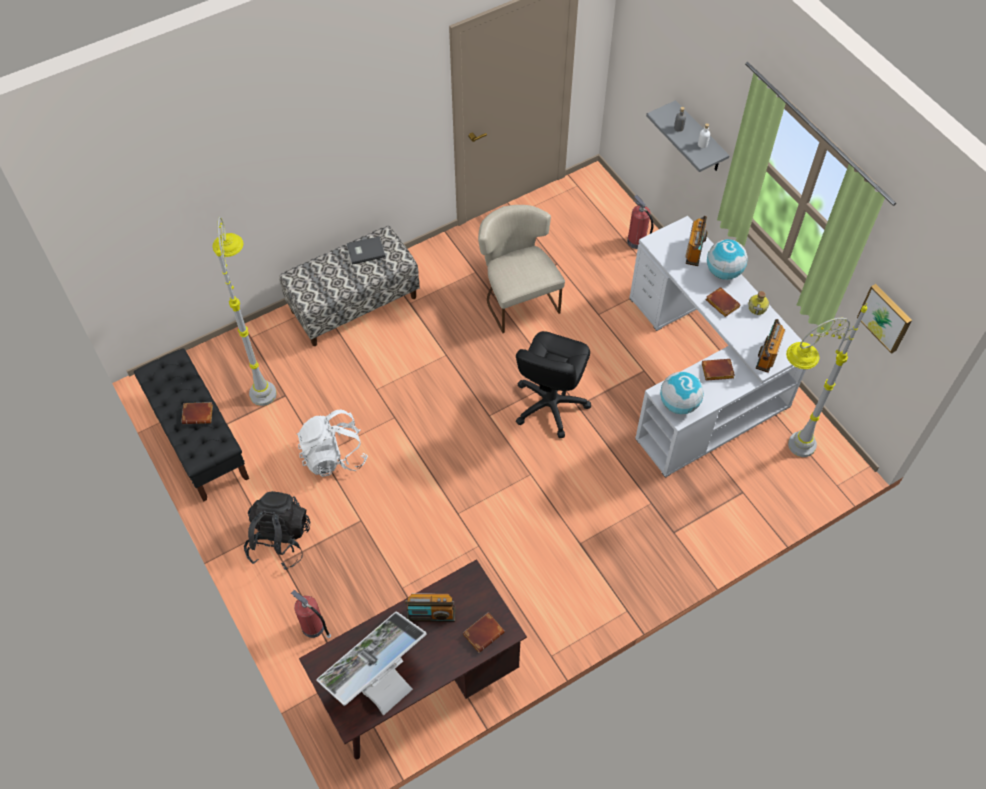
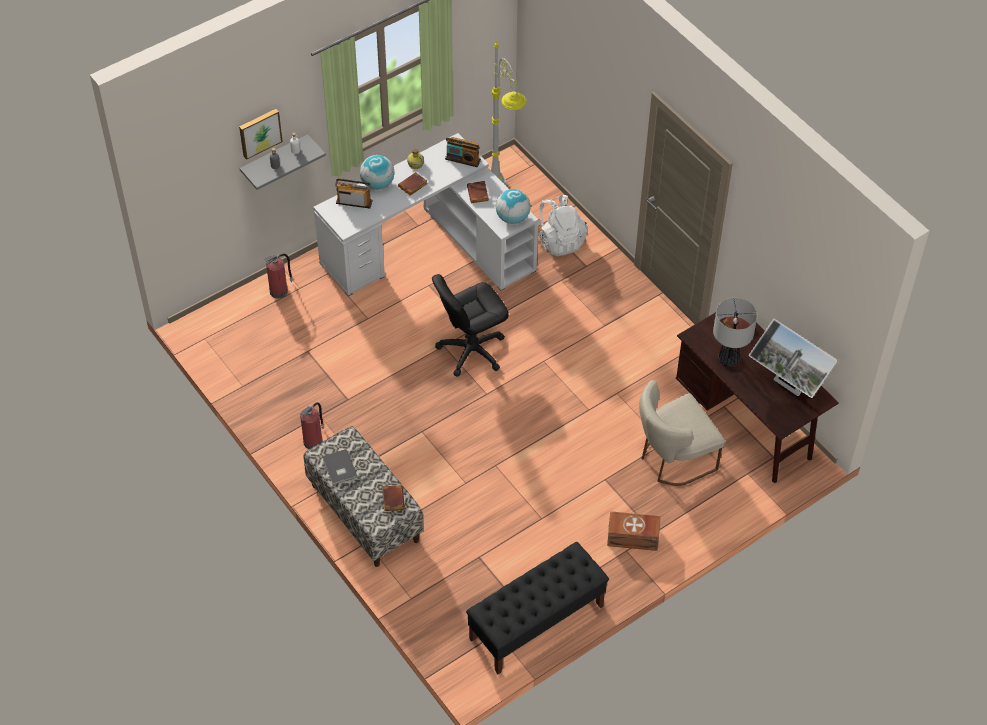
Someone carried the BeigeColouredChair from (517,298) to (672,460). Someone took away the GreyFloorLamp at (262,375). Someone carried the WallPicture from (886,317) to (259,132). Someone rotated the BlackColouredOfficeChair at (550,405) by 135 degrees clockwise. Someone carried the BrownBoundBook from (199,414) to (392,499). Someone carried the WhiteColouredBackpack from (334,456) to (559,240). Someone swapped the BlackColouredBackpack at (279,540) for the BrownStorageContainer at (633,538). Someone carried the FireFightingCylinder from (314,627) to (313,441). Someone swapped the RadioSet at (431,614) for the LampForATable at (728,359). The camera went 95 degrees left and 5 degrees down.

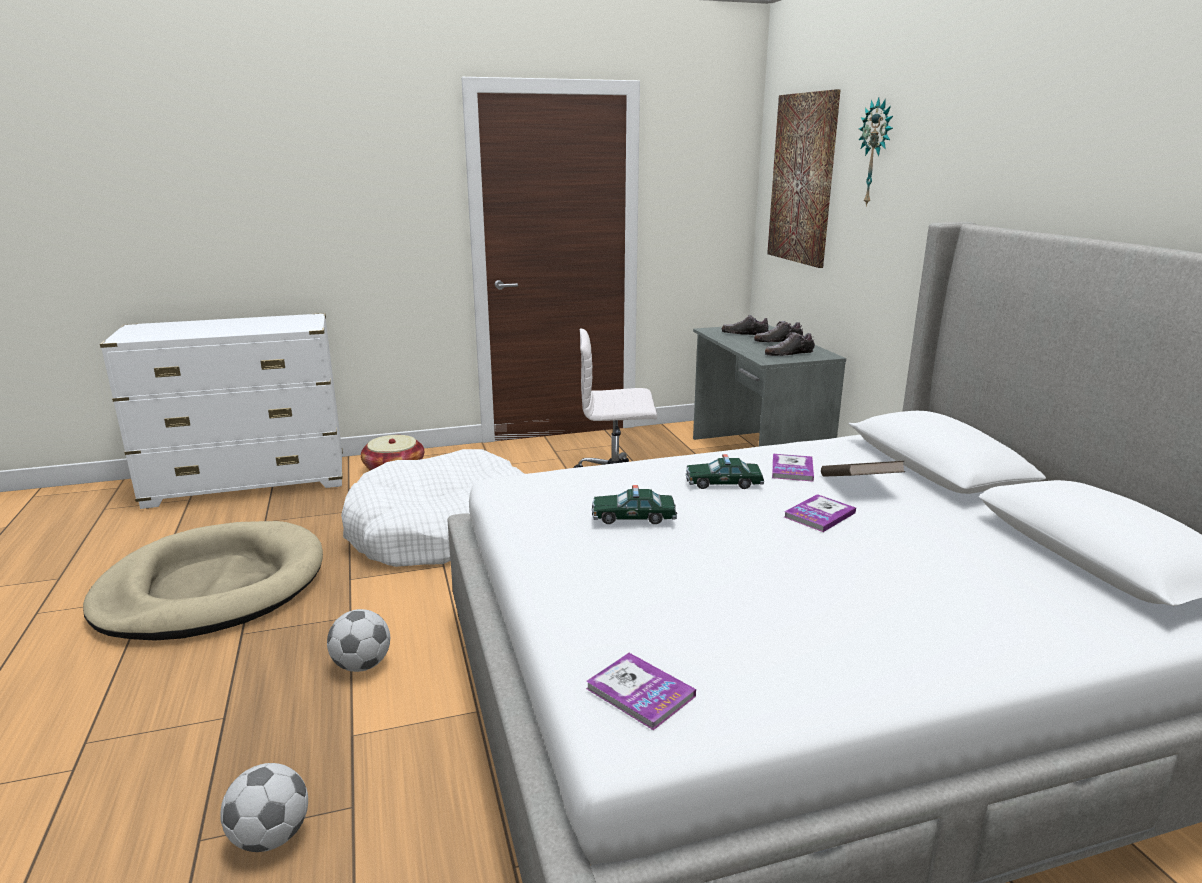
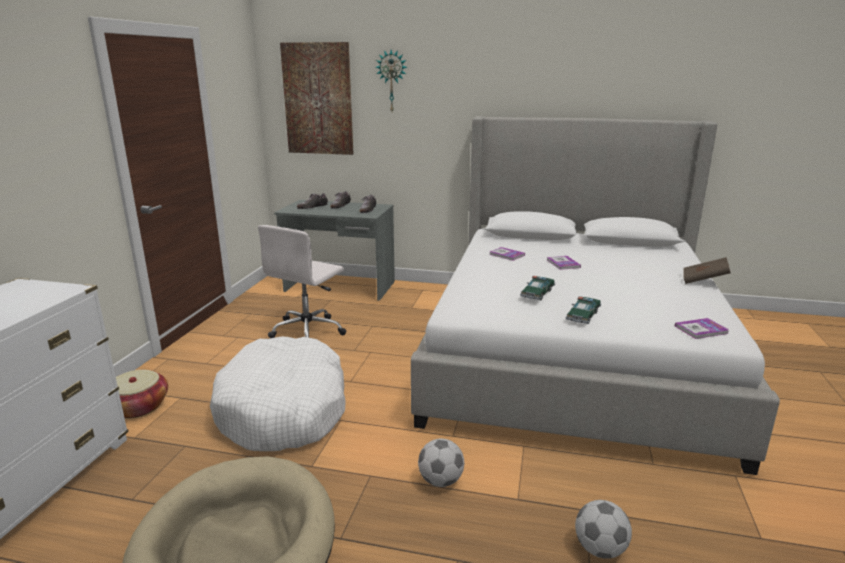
Someone carried the ModelCar from (723,483) to (583,316). Someone carried the BrownBoundBook from (858,486) to (704,281). The camera went 60 degrees left and 0 degrees up.

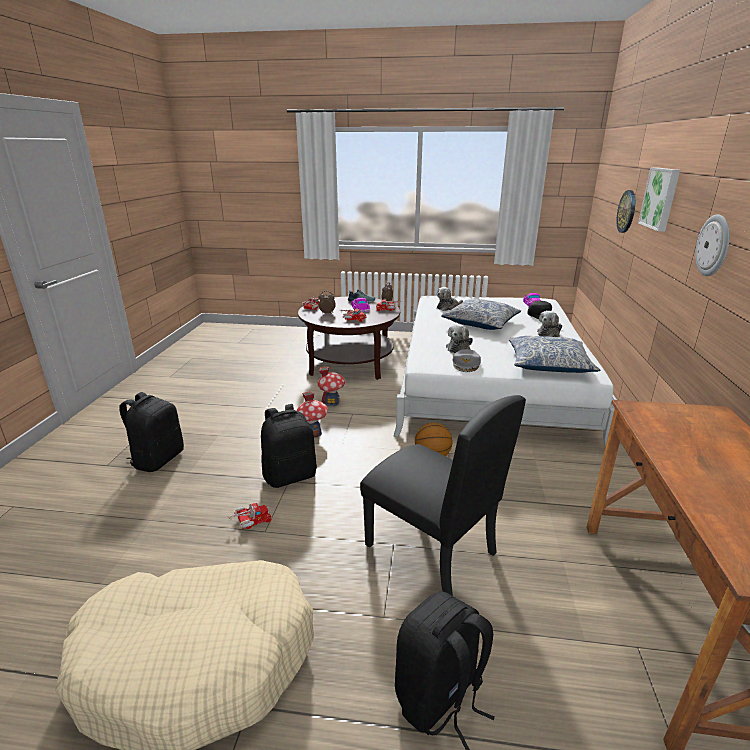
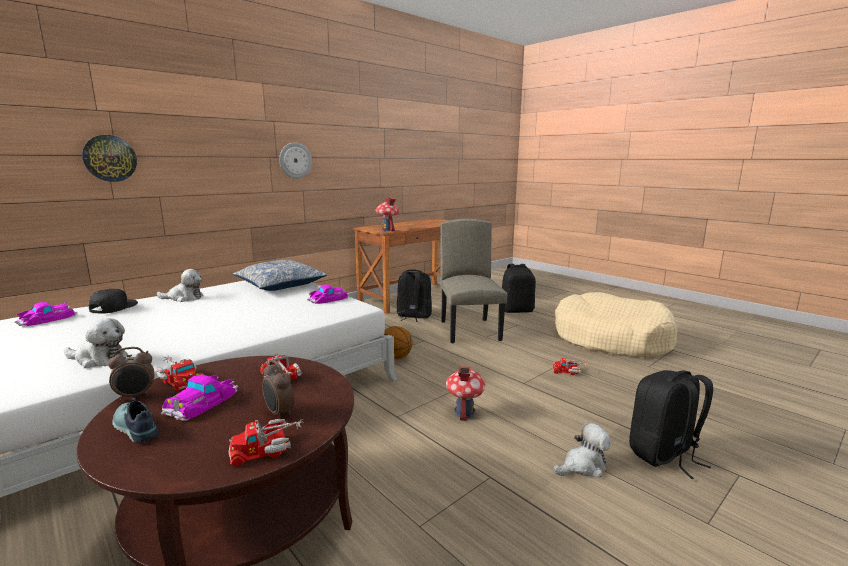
Someone took away the WallPicture at (661,198). Someone took away the ThrowPillow at (481,322). Someone carried the SoftToy from (459,348) to (582,466). Someone swapped the GreyCap at (466,364) for the ModelCar at (328,299). Someone carried the ModelHouse from (332,402) to (387,230). Someone repainted the BlackColouredChair at (429,549), which became the BeigeColouredChair at (470,330). Someone carried the BlackColouredBackpack from (290,475) to (413,316). The camera went 140 degrees left and 10 degrees down.

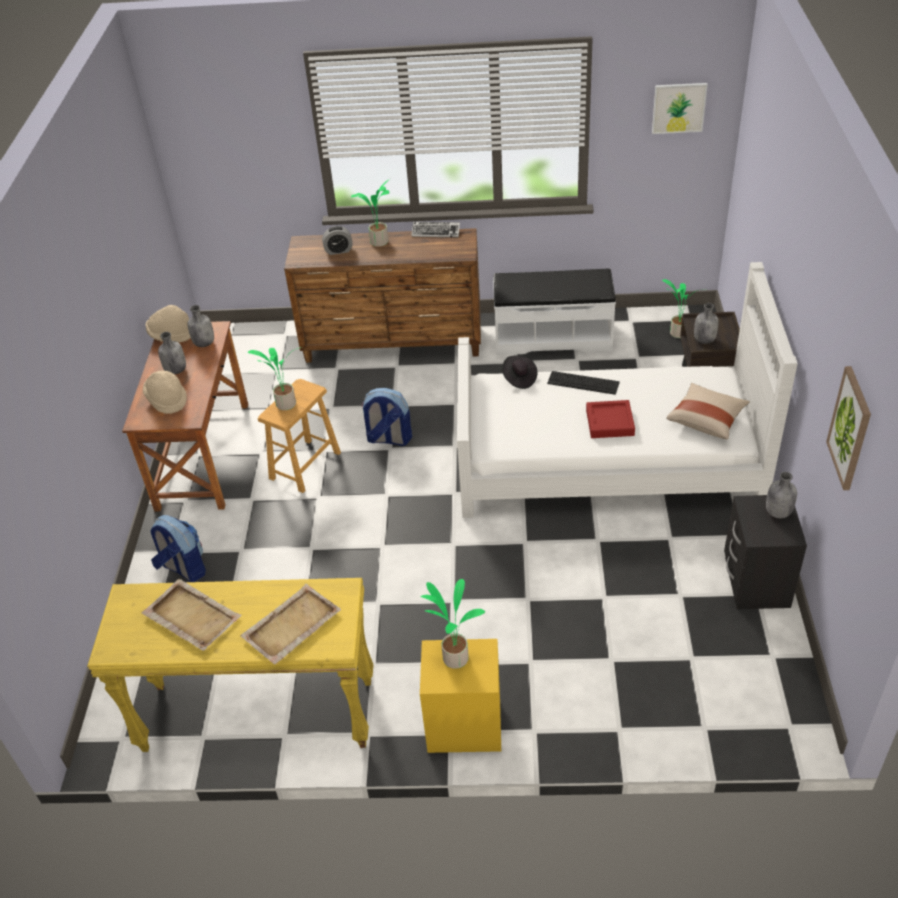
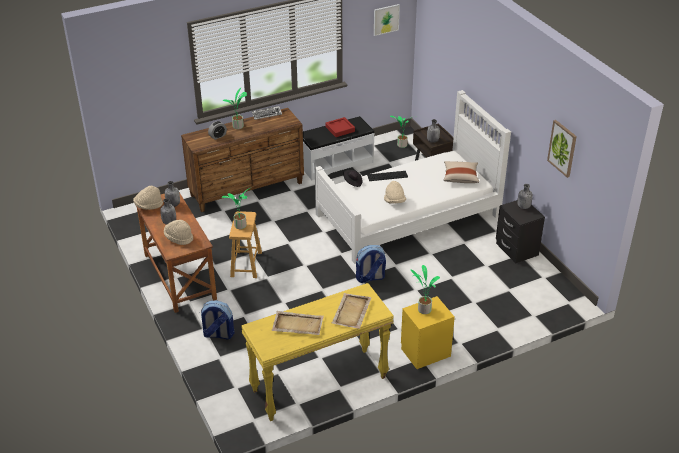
Someone carried the Backpack from (388,439) to (370,278). Someone carried the RedTray from (609,423) to (340,129). Someone put down the BeigeColouredClothingHat at (394,201). The camera went 30 degrees left and 5 degrees down.

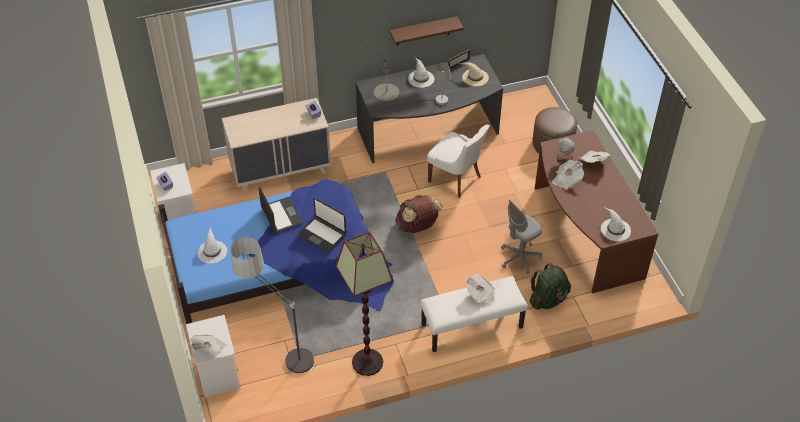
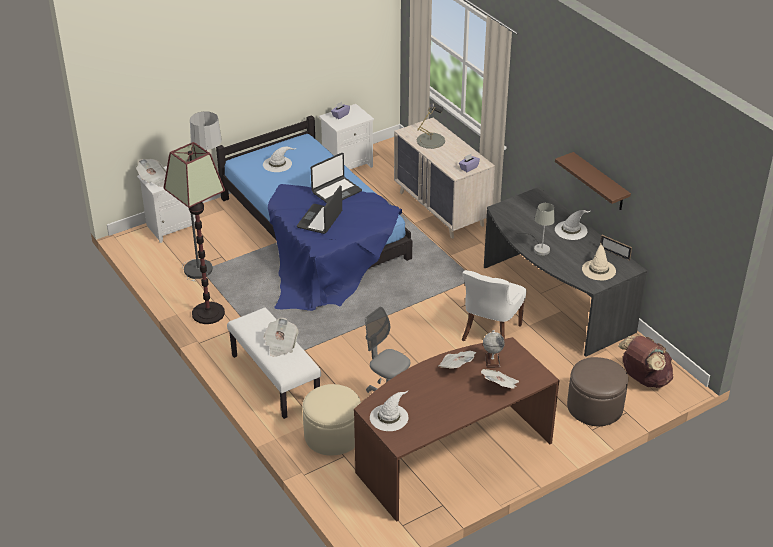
Someone carried the GreyLampForATable from (386,92) to (430,140). Someone carried the BrownBackpack from (417,226) to (643,379). Someone swapped the GreenColouredBackpack at (548,299) for the BeigeColouredPouffe at (332,435). The camera went 75 degrees right and 10 degrees down.

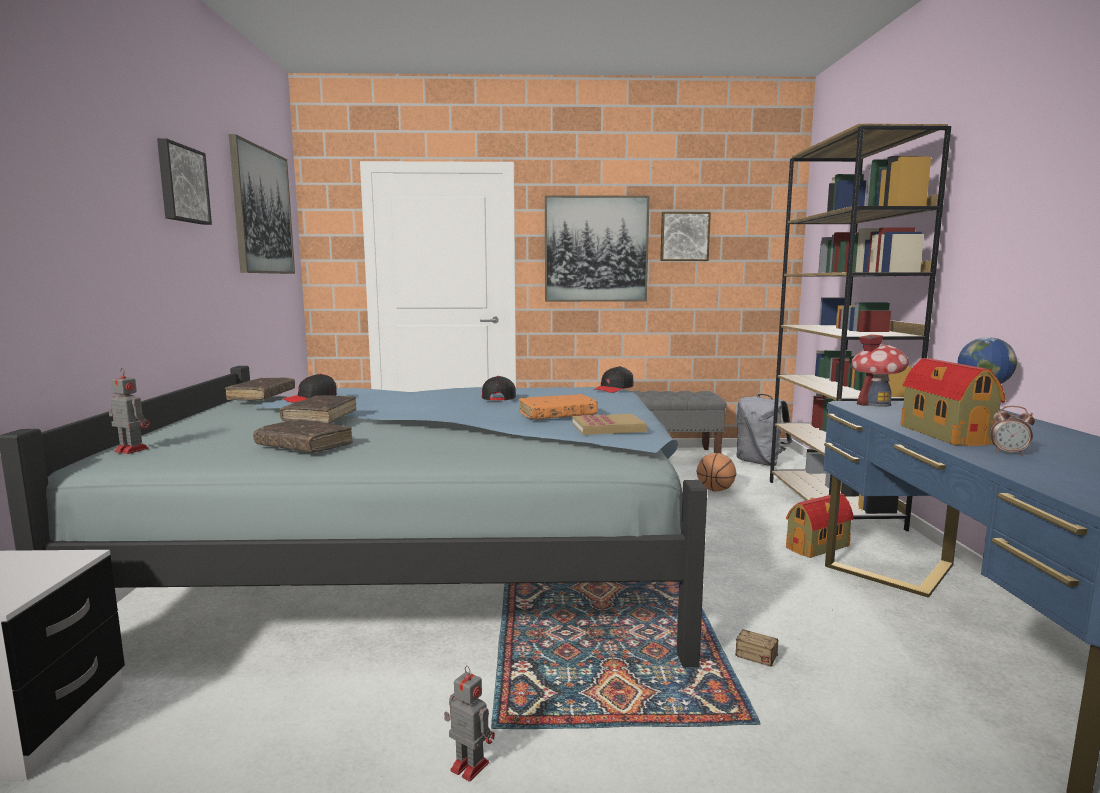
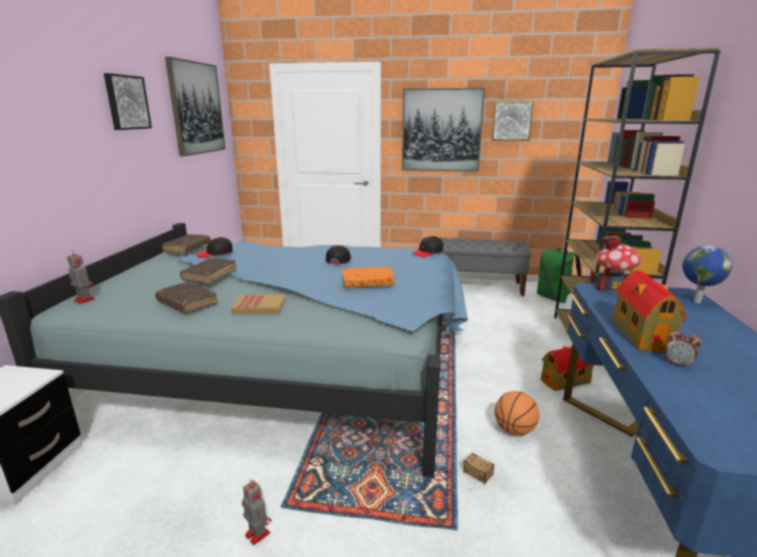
Someone repainted the GreyBackpack at (760,462), which became the GreenColouredBackpack at (554,298). Someone carried the BoundBook from (608,428) to (259,306). Someone carried the Basketball from (715,490) to (514,430). The camera went 10 degrees right and 10 degrees up.

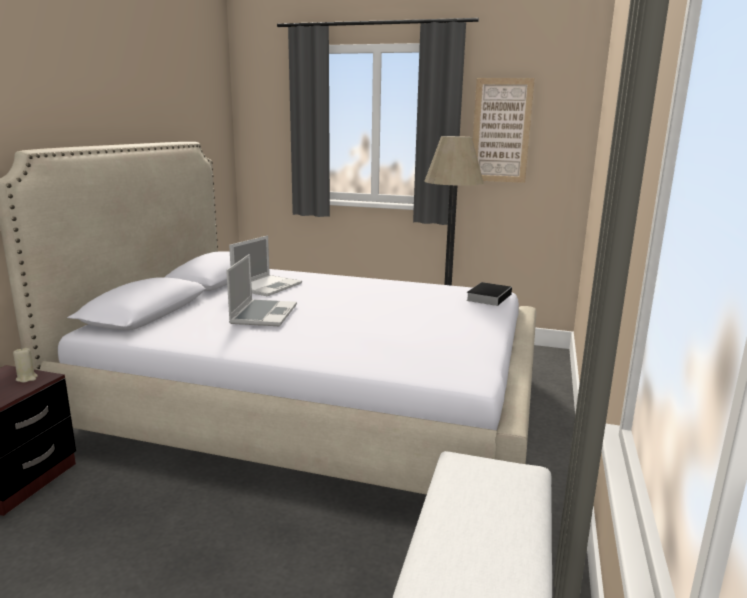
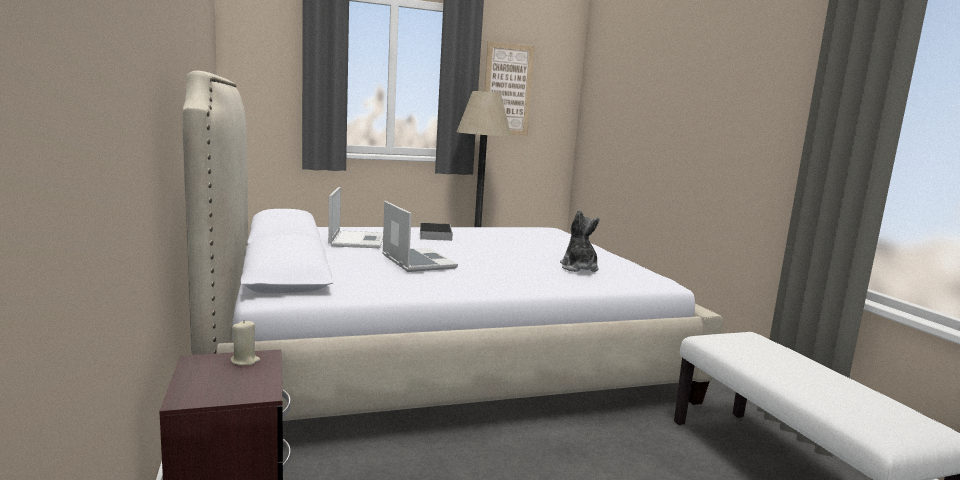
Someone carried the BoundBook from (489,297) to (435,235). Someone put down the SoftToy at (579,268). The camera went 35 degrees left and 5 degrees down.

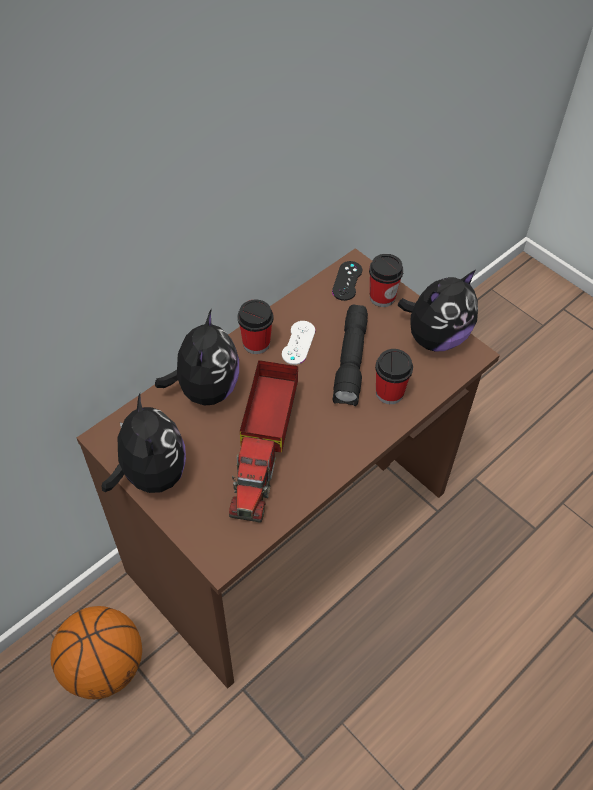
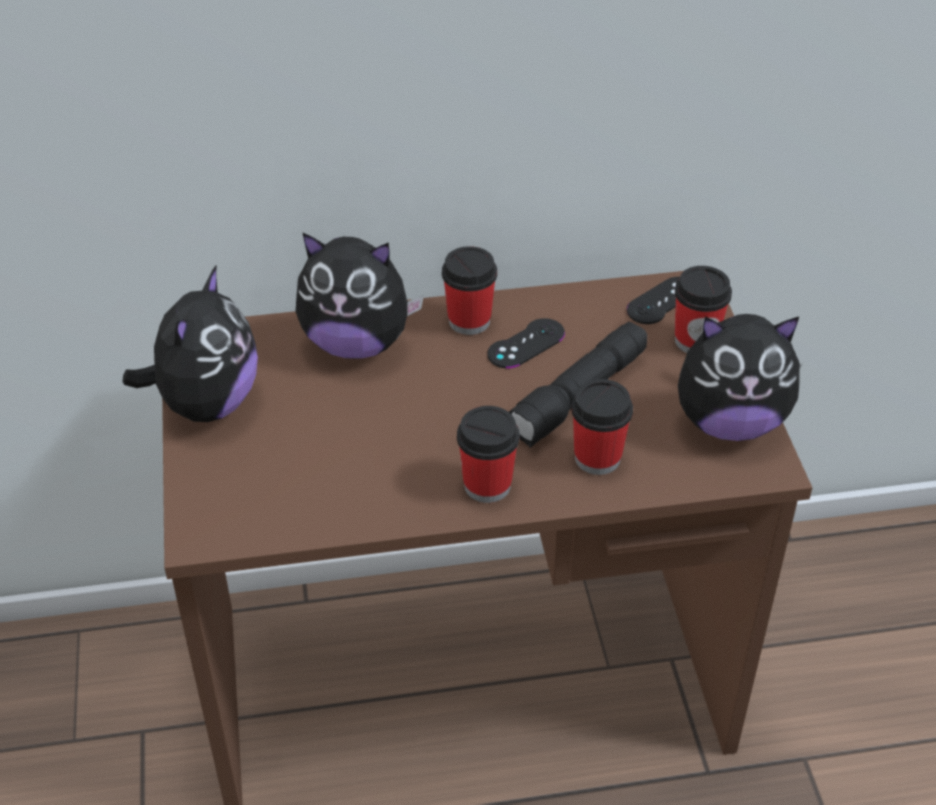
Someone rotated the SoftToy at (205,389) by 60 degrees clockwise. Someone repainted the WhiteColouredGameController at (298,343), which became the BlackColouredGameController at (526,344). Someone took away the ToyTruck at (264,446). Someone took away the Basketball at (104,666). Someone put down the SmallCup at (487,485). The camera went 35 degrees right and 10 degrees down.

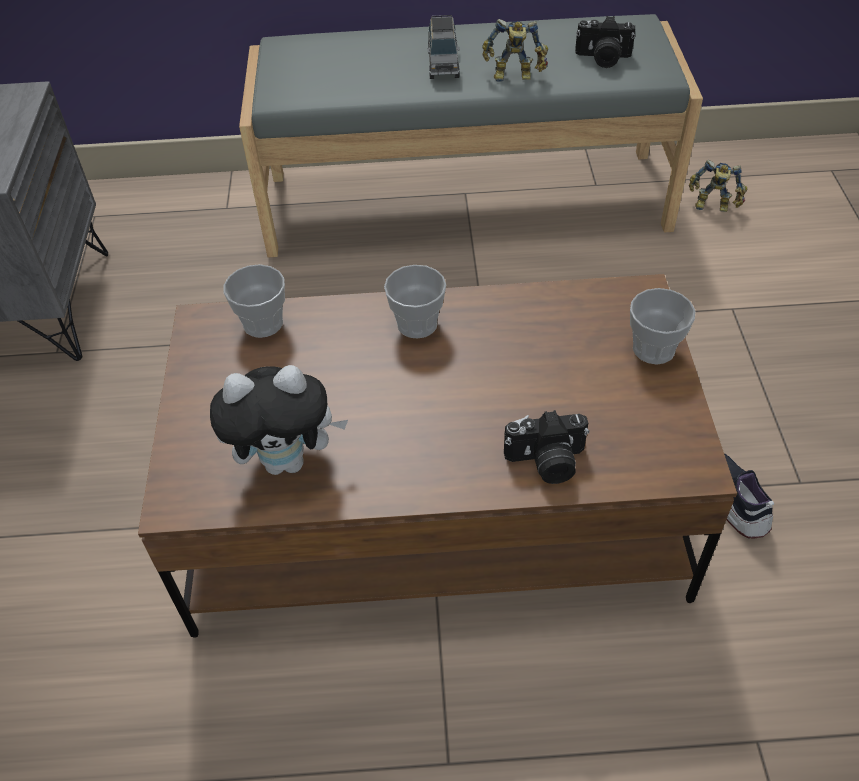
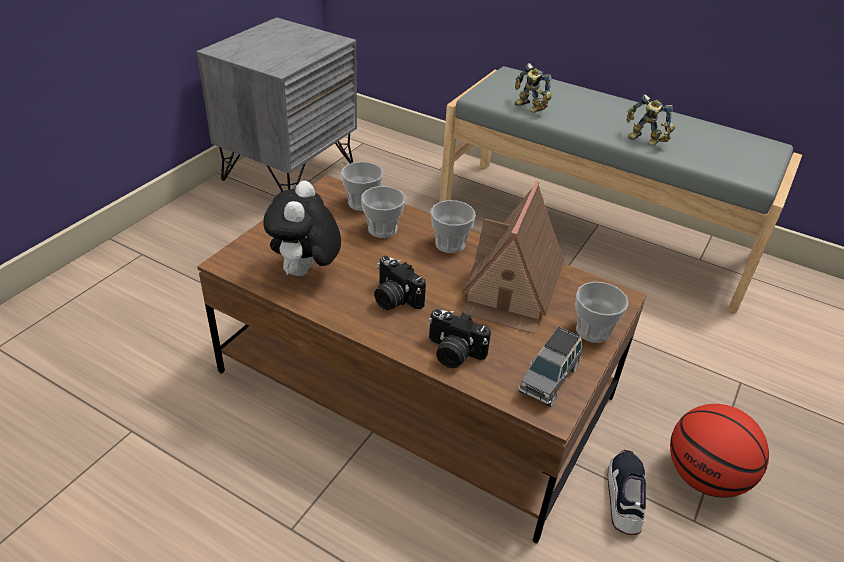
Someone carried the GreyModelCar from (443,64) to (549,379). Someone carried the StillCamera from (602,59) to (394,299). Someone carried the ModelRobot from (713,207) to (528,108). Someone rotated the SoftToy at (288,460) by 75 degrees clockwise. Someone put down the ModelHouse at (511,288). Someone put down the SmallCup at (382,229). Someone put down the Basketball at (704,476). The camera went 30 degrees right and 10 degrees down.

